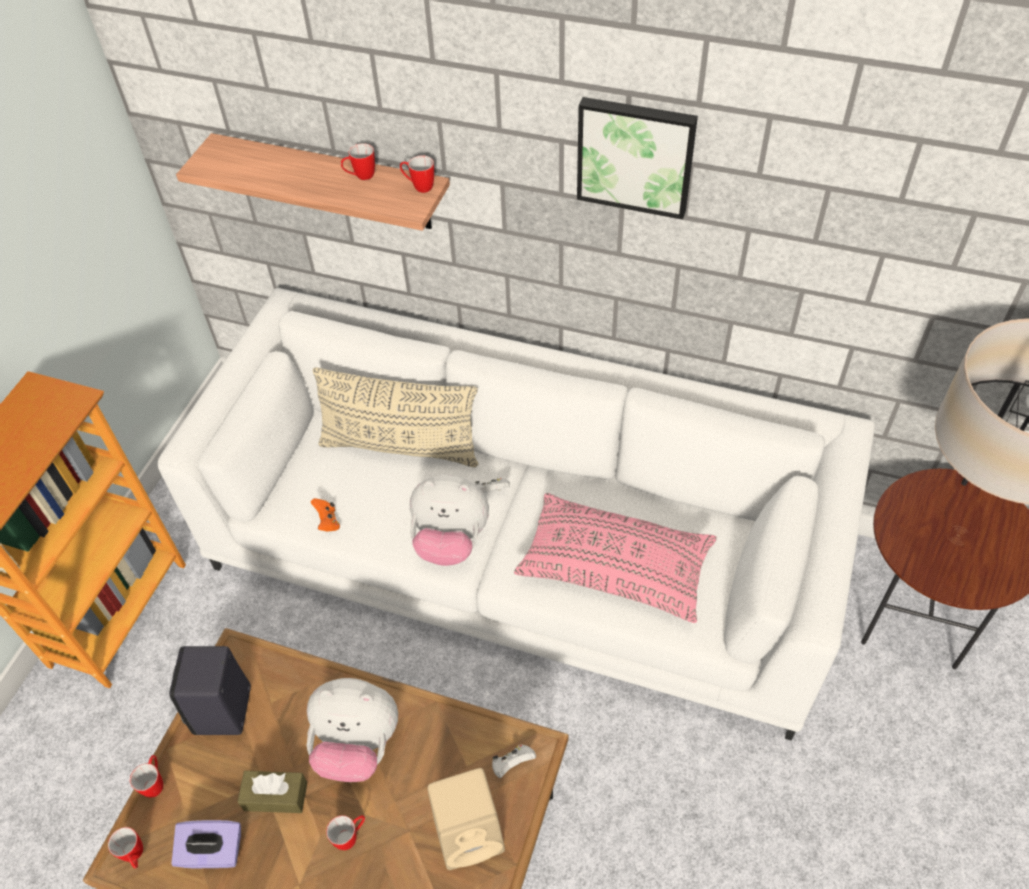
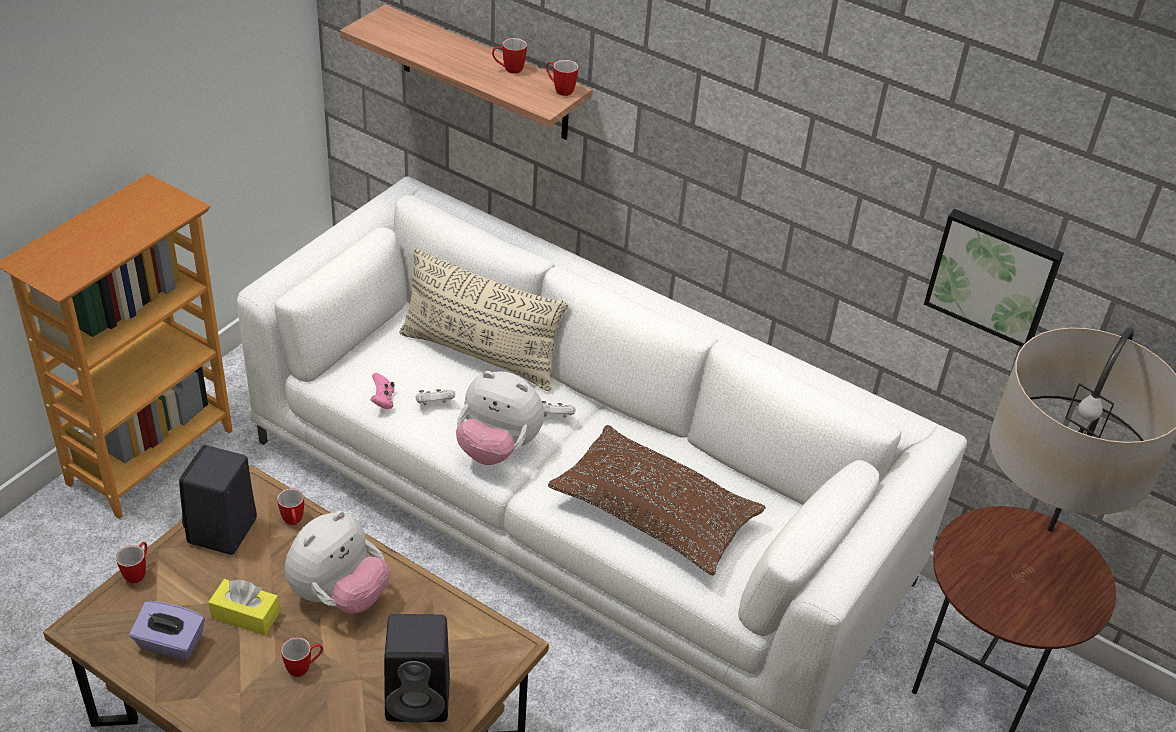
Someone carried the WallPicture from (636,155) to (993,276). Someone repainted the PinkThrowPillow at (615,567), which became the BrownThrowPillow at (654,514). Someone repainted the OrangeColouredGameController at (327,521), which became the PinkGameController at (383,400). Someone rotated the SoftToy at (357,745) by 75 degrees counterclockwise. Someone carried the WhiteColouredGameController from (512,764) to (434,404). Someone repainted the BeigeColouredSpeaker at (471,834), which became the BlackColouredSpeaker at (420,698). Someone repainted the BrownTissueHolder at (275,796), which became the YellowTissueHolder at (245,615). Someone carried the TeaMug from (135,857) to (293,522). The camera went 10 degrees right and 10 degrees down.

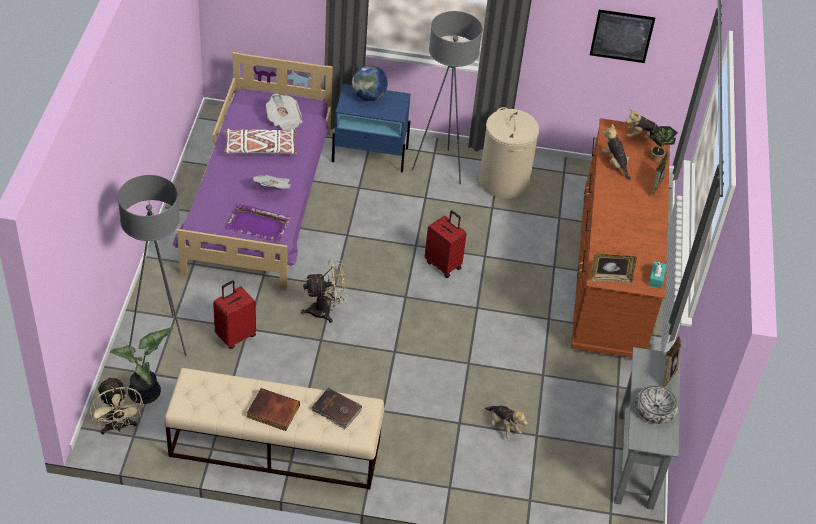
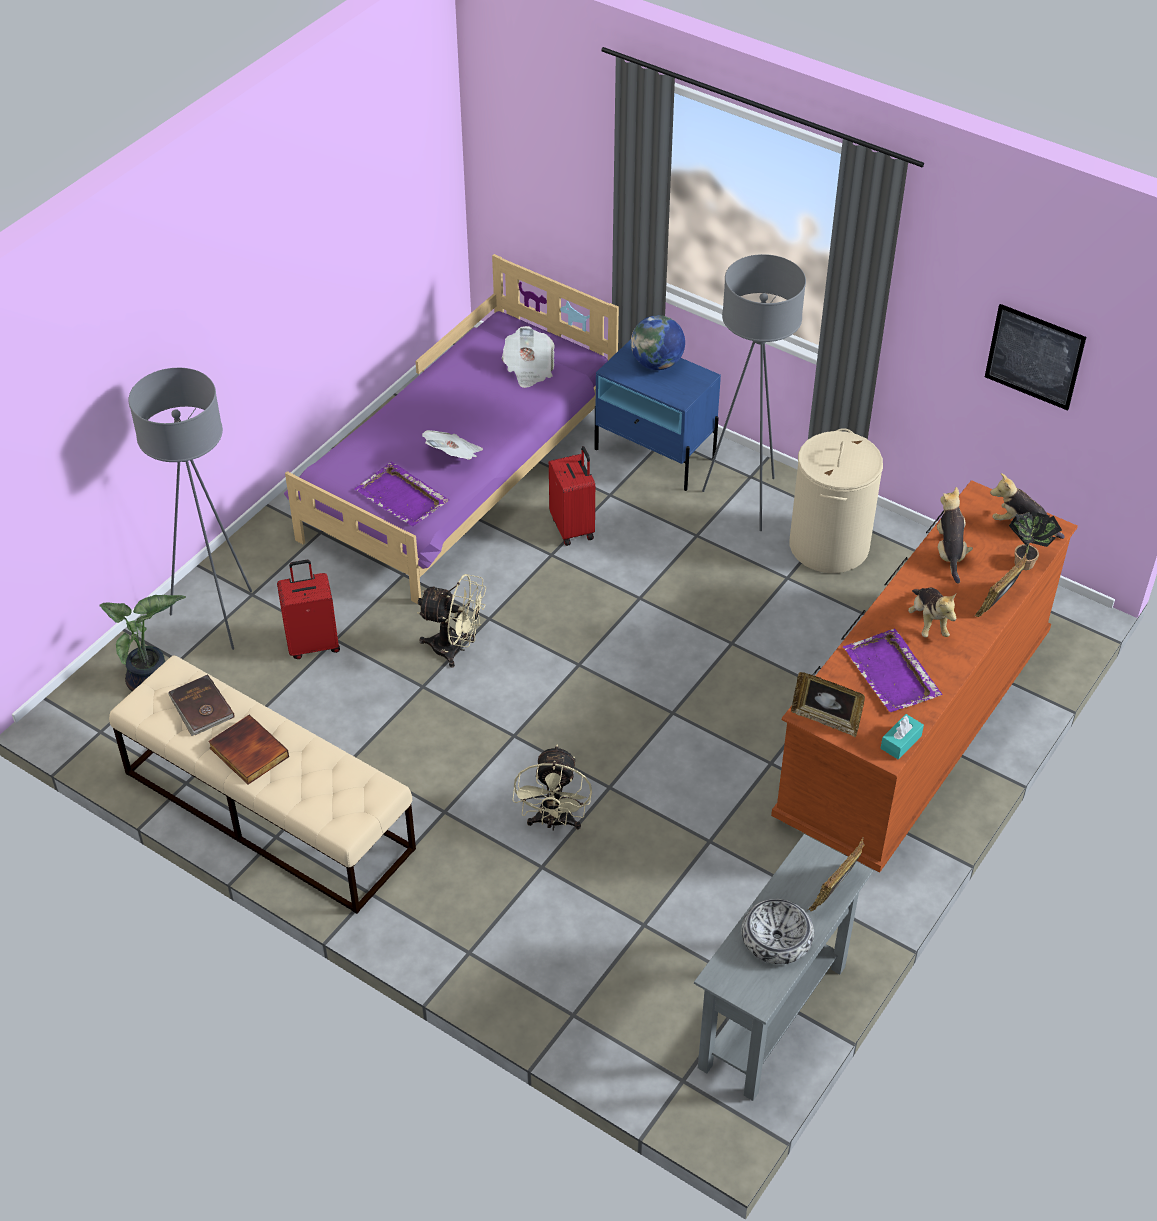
Someone took away the WhiteColouredThrowPillow at (260,148). Someone carried the RedPieceOfLuggage from (444,265) to (573,528). Someone carried the BeigeColouredElectricFan from (118,427) to (554,822). Someone carried the BrownBoundBook from (336,410) to (201,708). Someone carried the SoftToy from (503,426) to (928,622). Someone put down the PurplishTray at (891,674). The camera went 30 degrees right and 0 degrees up.

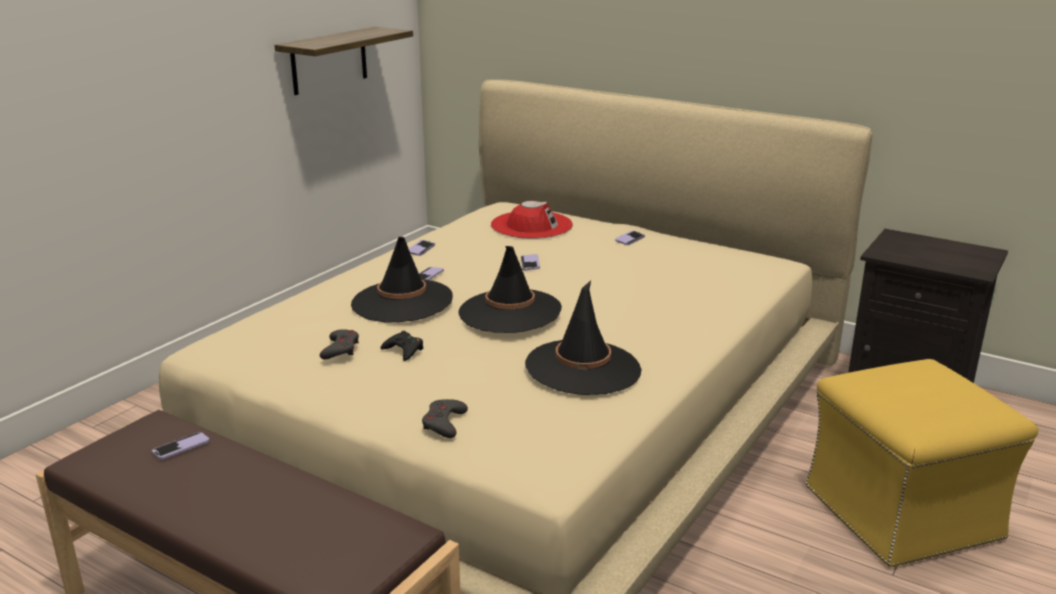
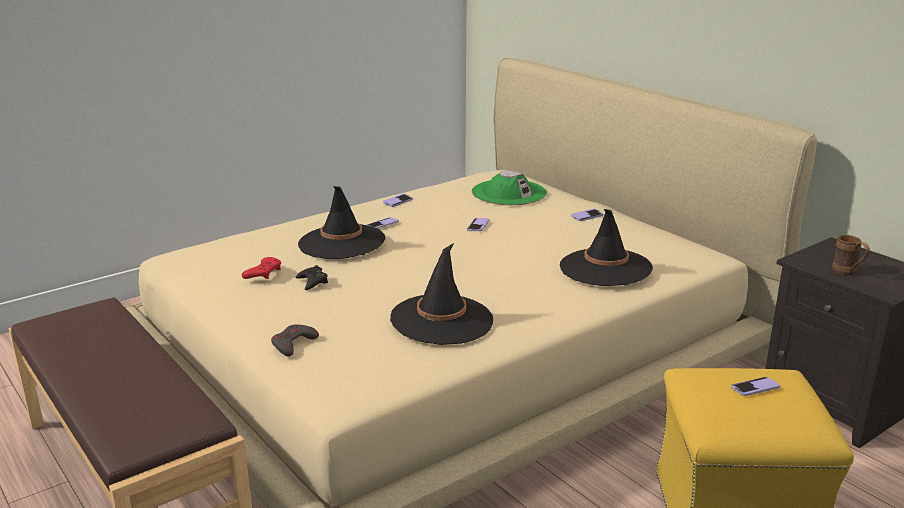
Someone took away the BracketShelf at (329,60). Someone repainted the RedClothingHat at (531,225), which became the GreenColouredClothingHat at (509,193). Someone carried the BlackColouredClothingHat from (509,312) to (605,268). Someone repainted the GreyGameController at (340,349), which became the RedGameController at (263,272). Someone carried the Telephone from (181,447) to (755,388). Someone put down the BrownTeaMug at (848,273). The camera went 20 degrees right and 0 degrees up.

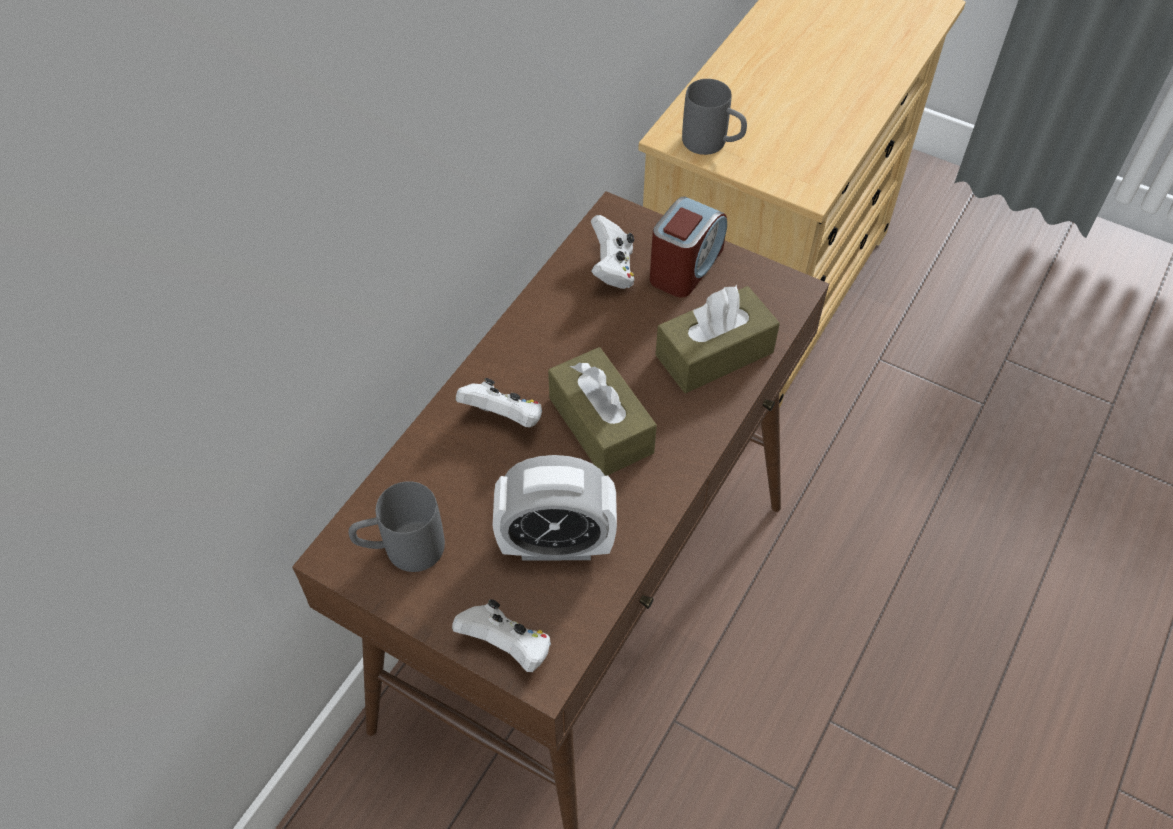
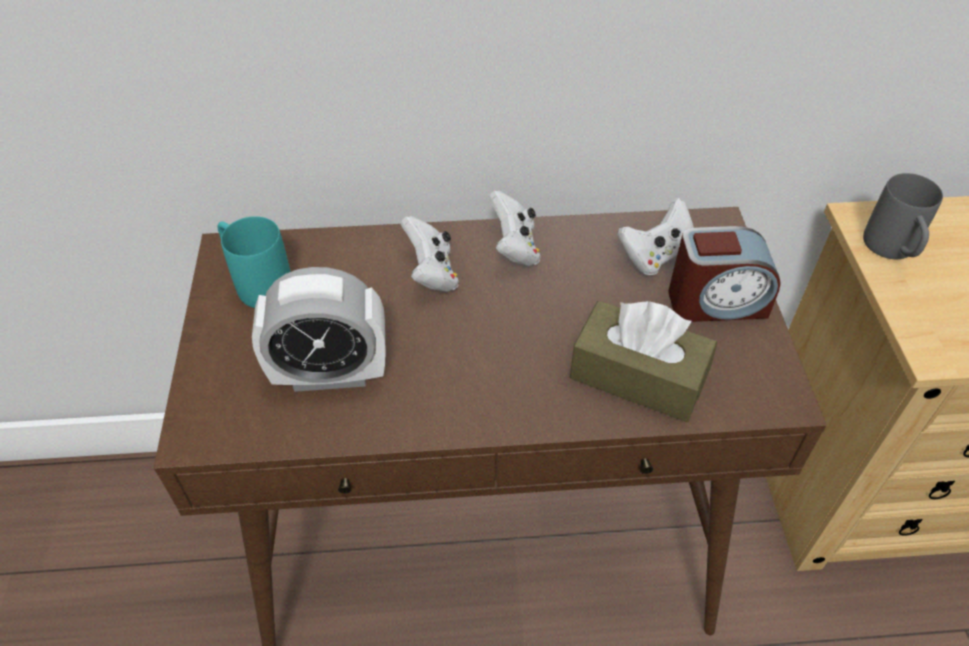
Someone took away the BrownTissueHolder at (601,425). Someone rotated the TableClock at (556,544) by 60 degrees counterclockwise. Someone repainted the GreyTeaMug at (401,550), which became the TurquoiseTeaMug at (256,282). Someone carried the WhiteColouredGameController from (507,647) to (514,247). The camera went 55 degrees right and 5 degrees down.

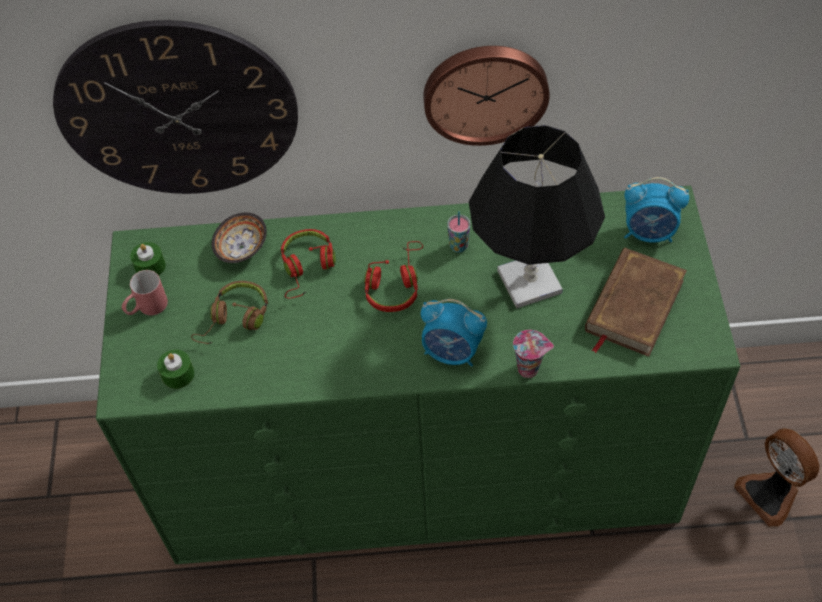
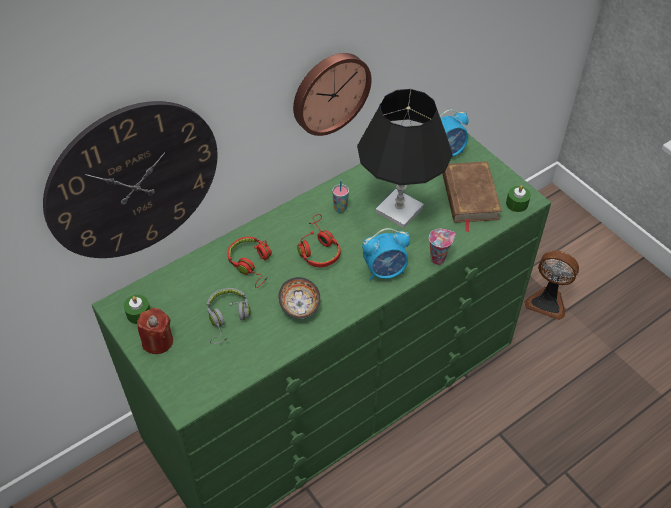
Someone carried the DeepDish from (240,248) to (299,306). Someone swapped the RedTeaMug at (146,308) for the RedWaxCandle at (158,341). Someone repainted the BrownPairOfHeadphones at (235,319), which became the GreyPairOfHeadphones at (227,319). Someone carried the GreenColouredWaxCandle from (178,374) to (517,203). The camera went 35 degrees left and 5 degrees down.

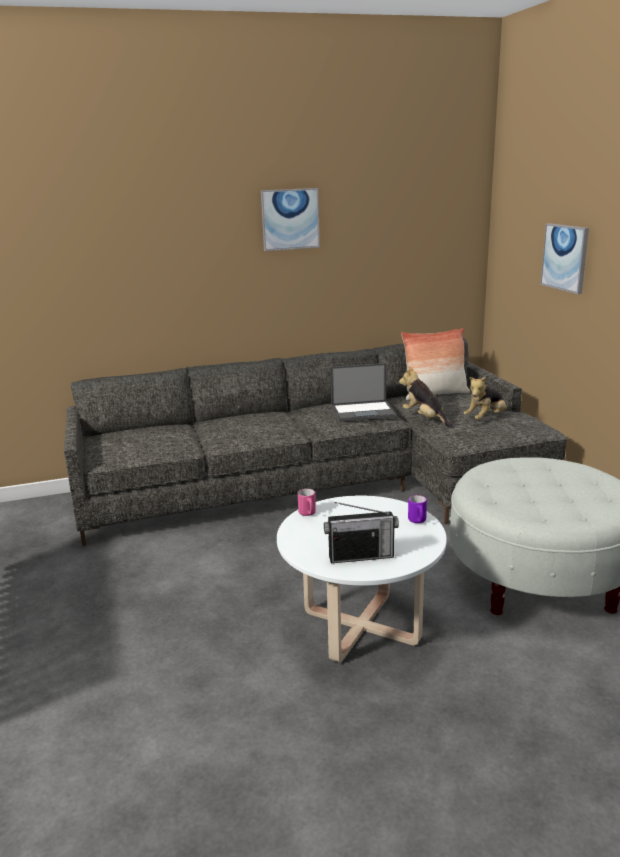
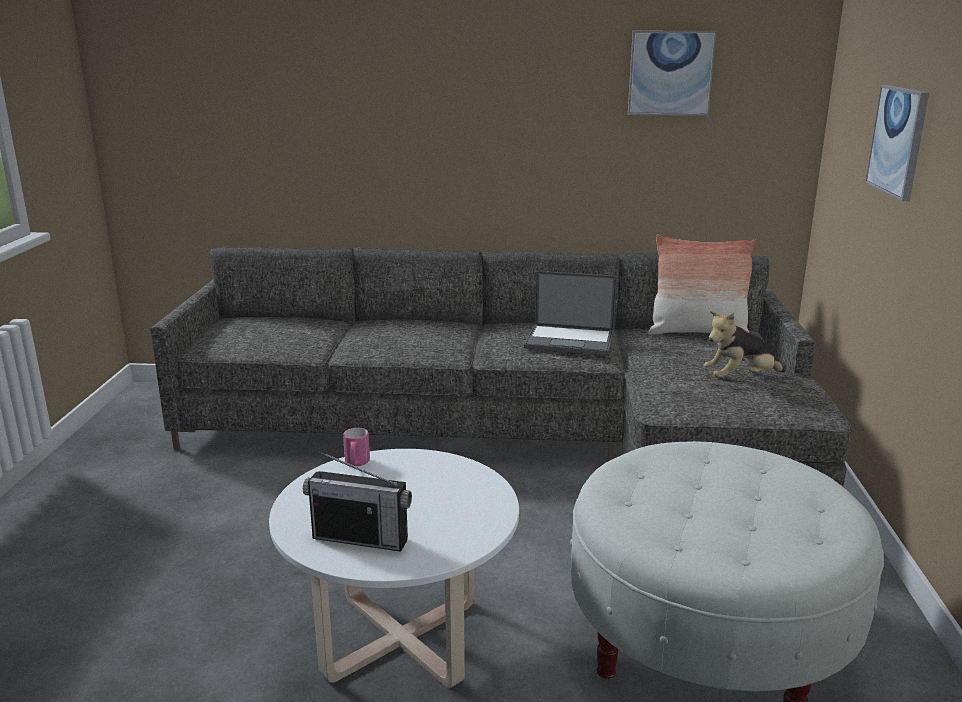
Someone carried the WallPicture from (290,219) to (670,73). Someone took away the SoftToy at (425,418). Someone took away the PurplishTeaMug at (418,521). The camera went 20 degrees right and 0 degrees up.

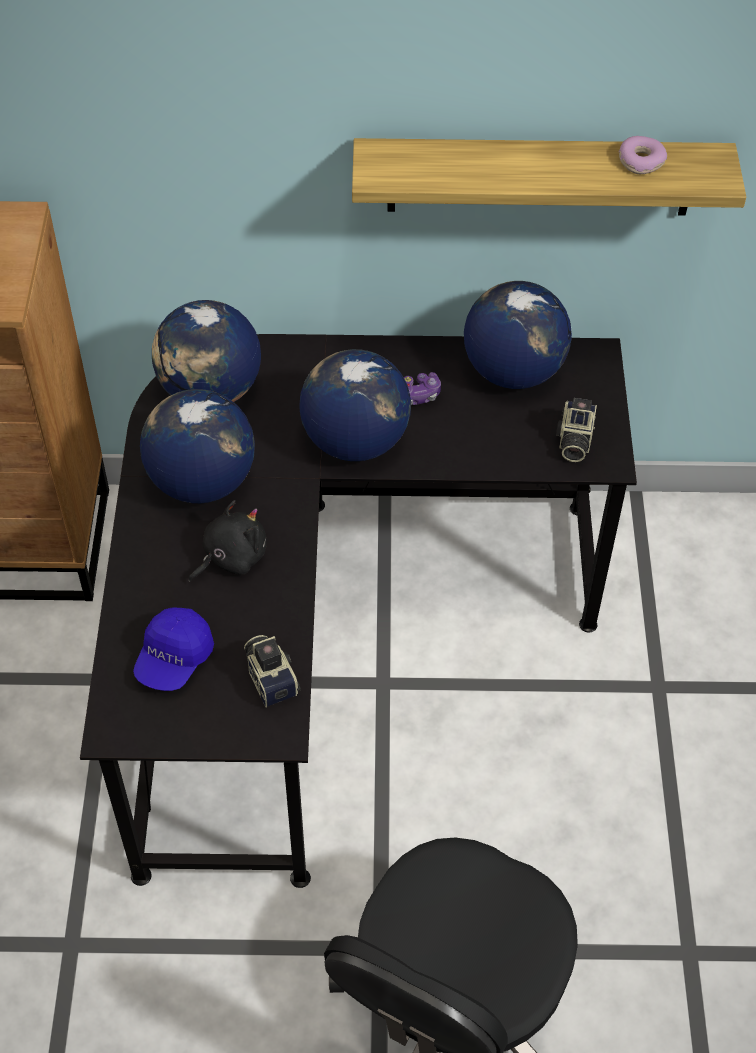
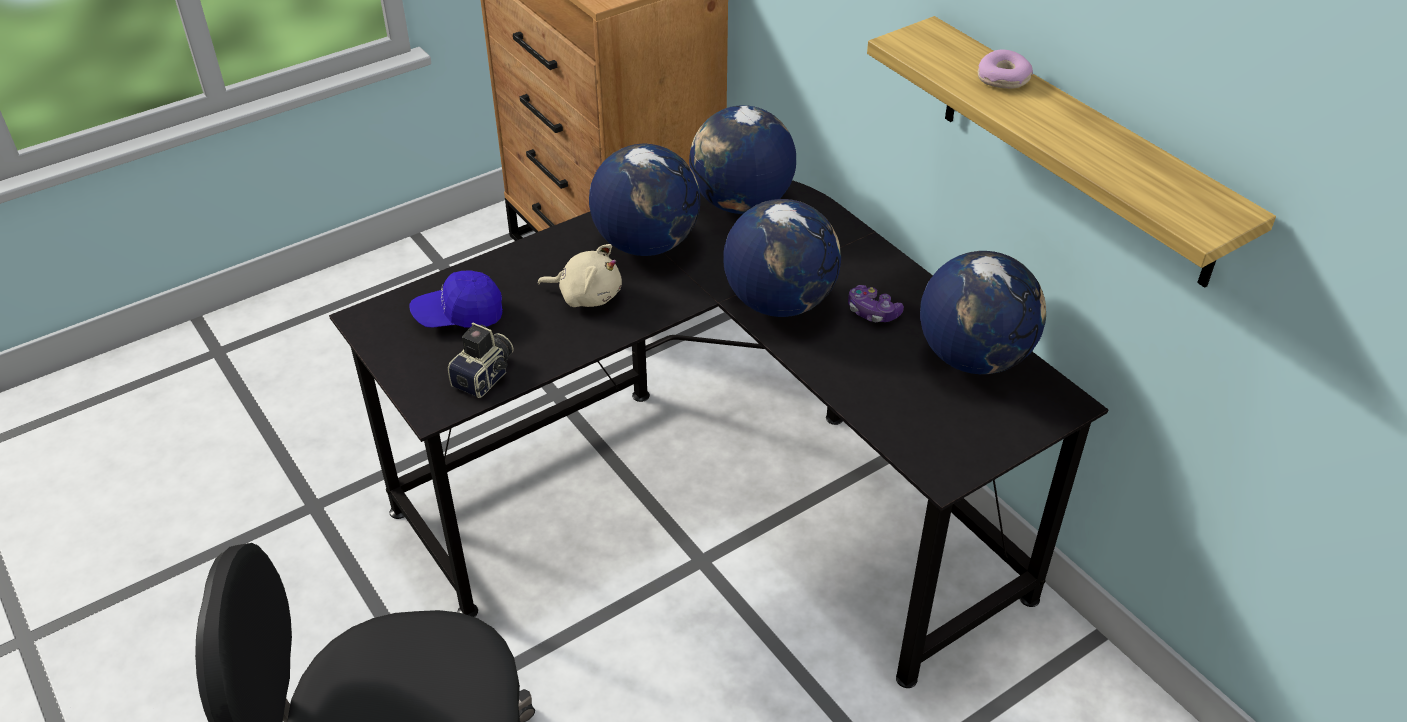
Someone carried the Doughnut from (640,161) to (1003,78). Someone took away the StillCamera at (573,441). Someone repainted the BlackColouredSoftToy at (231,557), which became the BeigeColouredSoftToy at (587,295). The camera went 55 degrees right and 10 degrees down.

